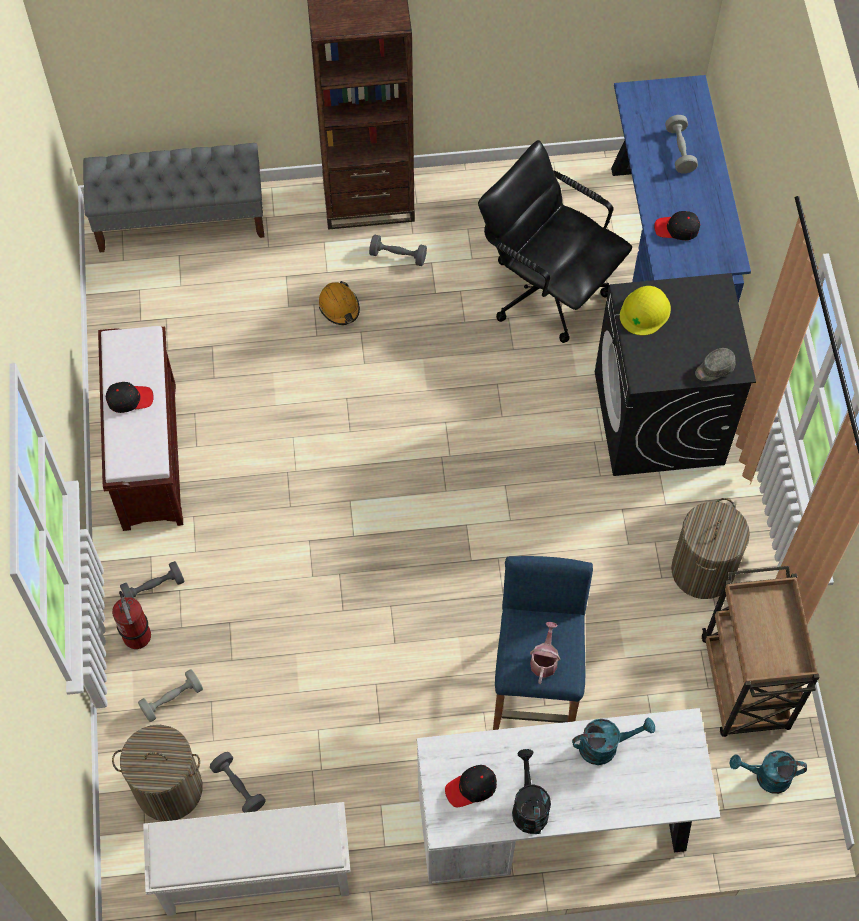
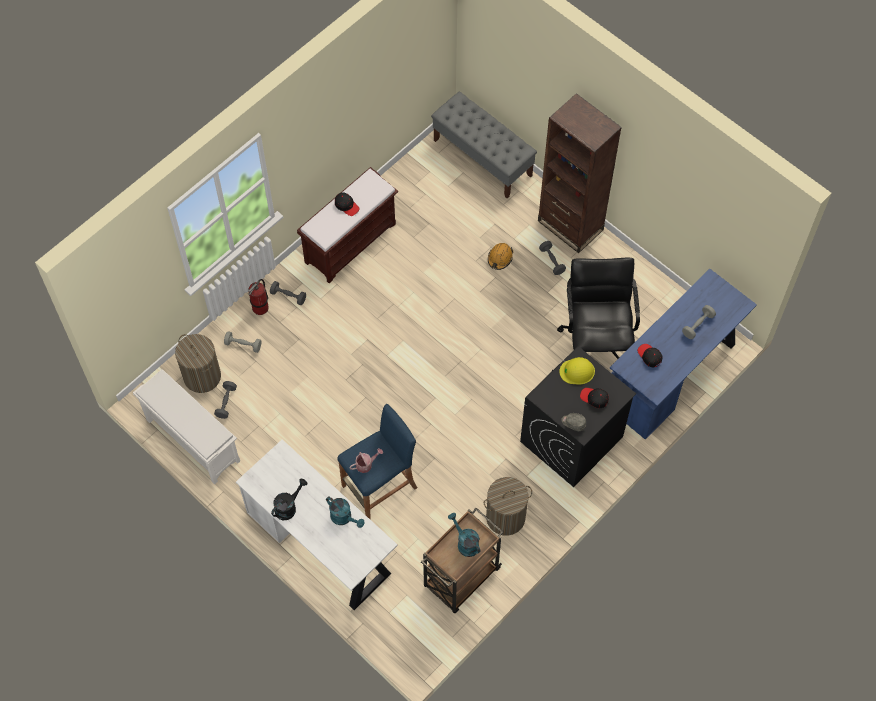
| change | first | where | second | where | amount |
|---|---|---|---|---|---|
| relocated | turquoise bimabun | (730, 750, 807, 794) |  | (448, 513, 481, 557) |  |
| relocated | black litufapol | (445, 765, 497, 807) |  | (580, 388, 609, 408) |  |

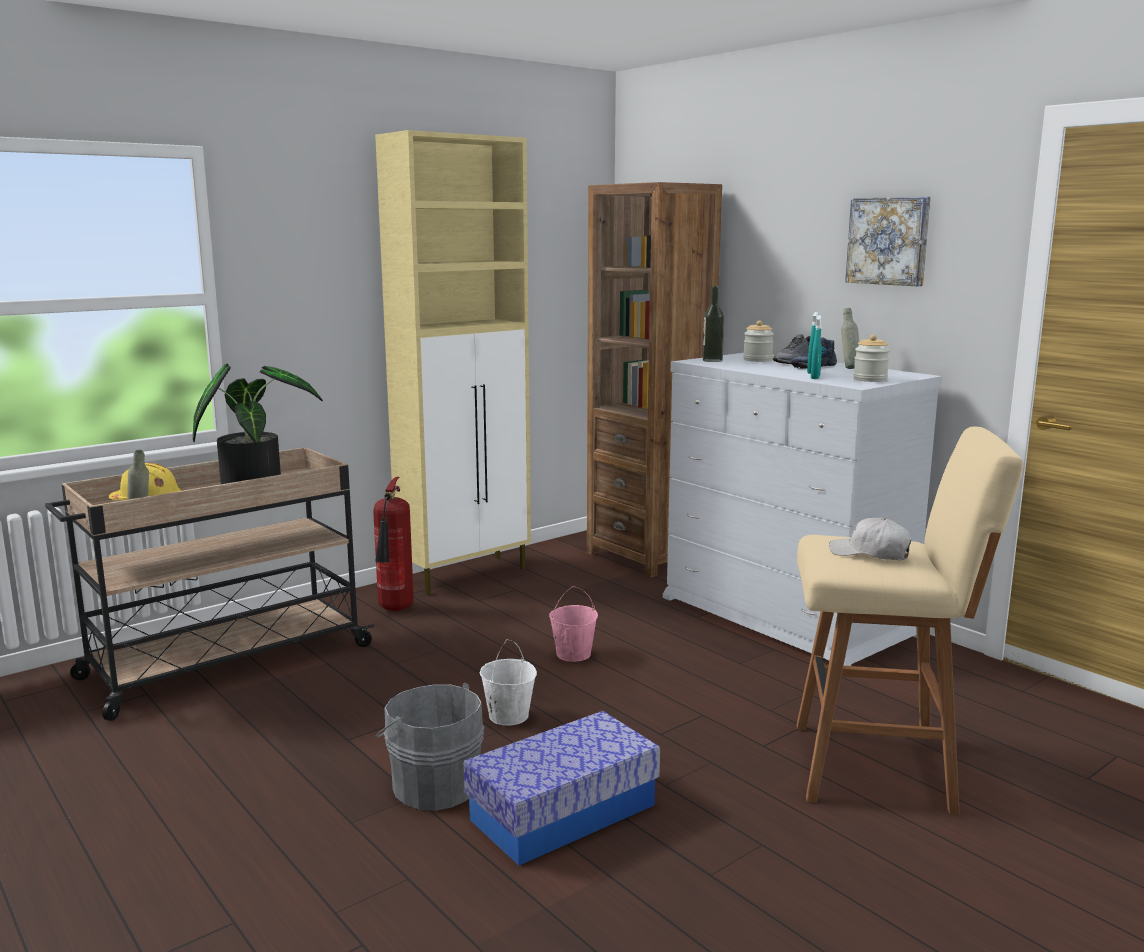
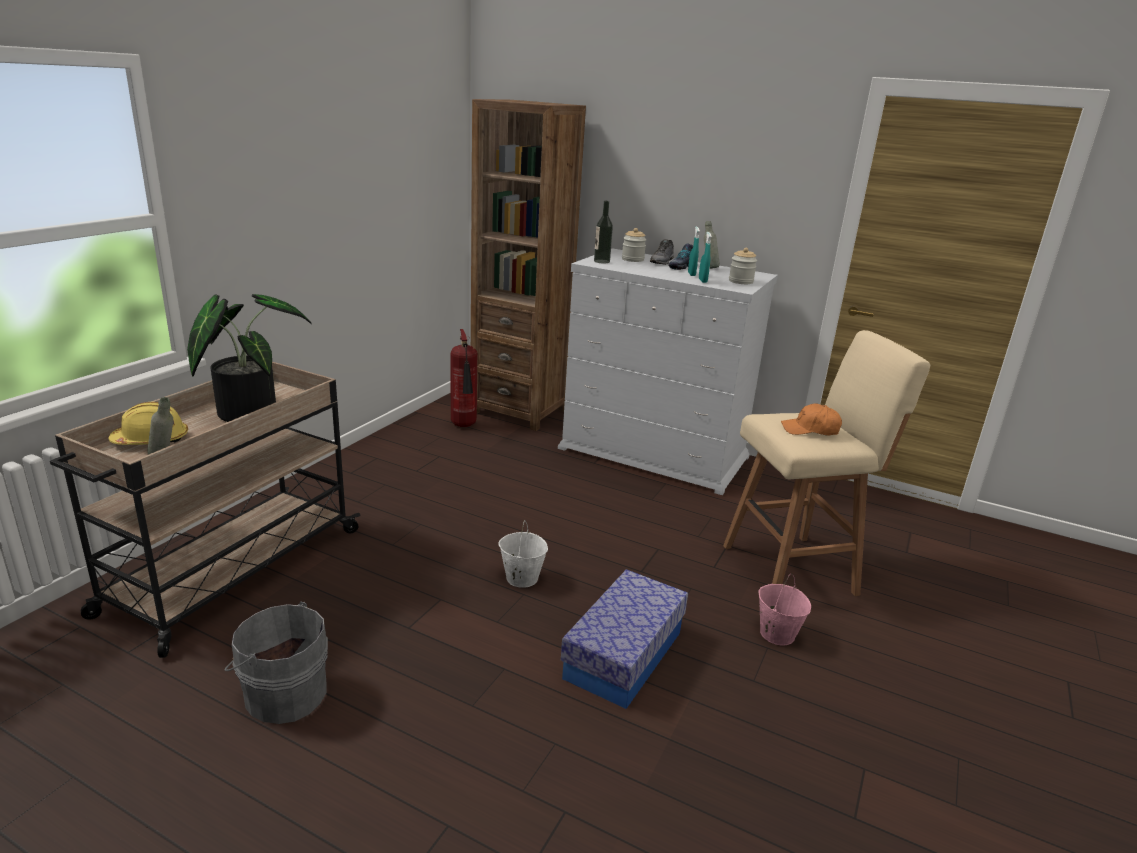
| change | first | where | second | where | amount |
|---|---|---|---|---|---|
| relocated | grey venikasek | (376, 683, 485, 811) |  | (225, 602, 328, 724) |  |
| relocated | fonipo | (373, 477, 414, 611) |  | (450, 329, 477, 427) |  |
| relocated | pink venikasek | (549, 586, 598, 662) |  | (758, 574, 811, 645) |  |
| colour | white litufapol | (829, 517, 912, 560) | orange litufapol | (781, 403, 842, 436) |  |
| missing | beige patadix | (375, 130, 531, 595) |  |  |  |
| missing | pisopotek | (845, 197, 931, 286) |  |  |  |

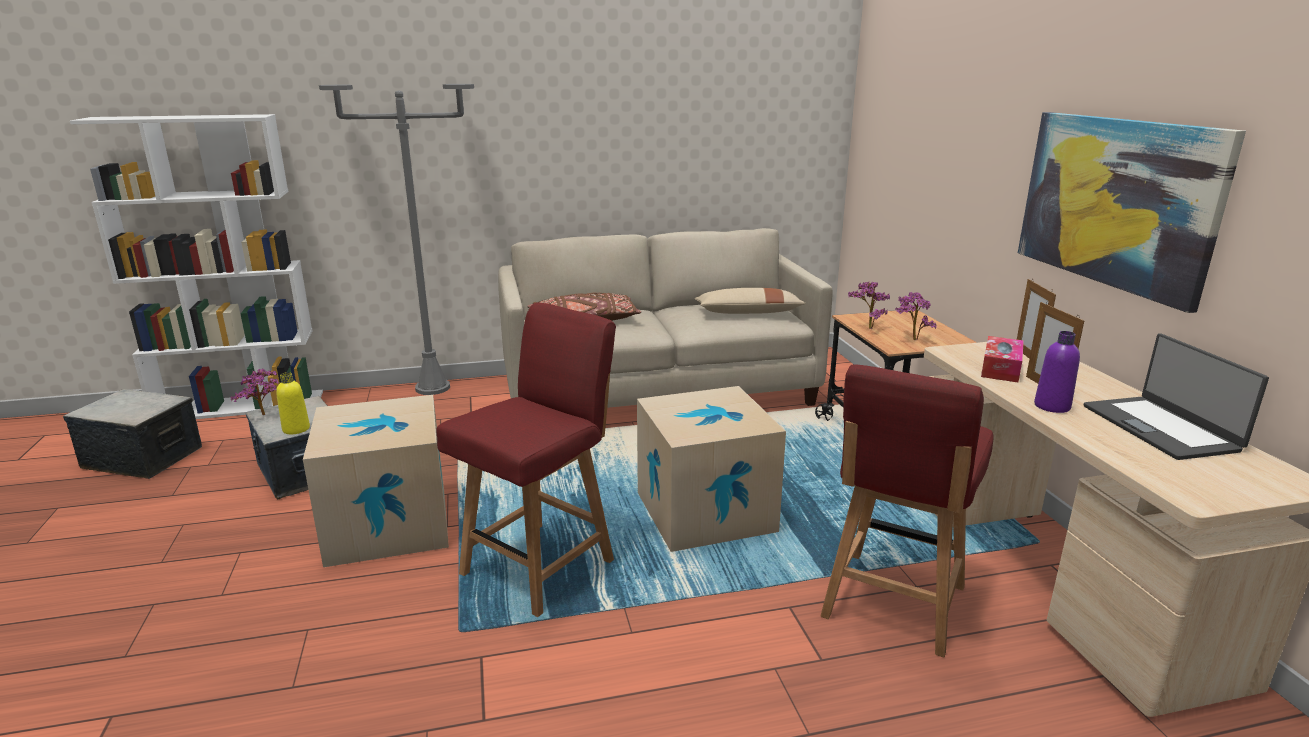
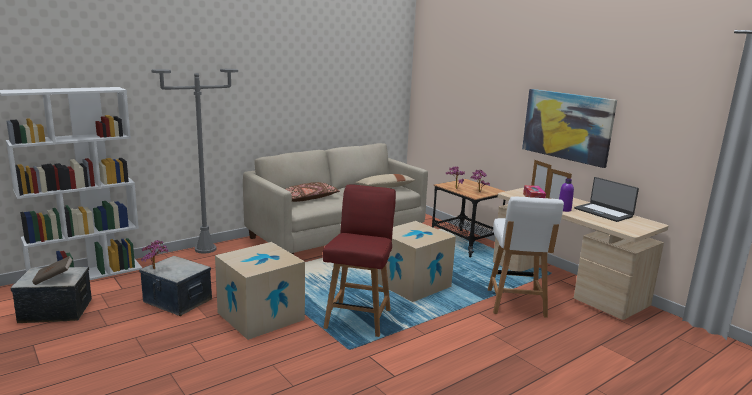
| change | first | where | second | where | amount |
|---|---|---|---|---|---|
| appeared |  |  | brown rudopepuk | (32, 256, 73, 285) |  |
| colour | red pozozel | (820, 364, 994, 657) | white pozozel | (488, 197, 564, 318) |  |
| missing | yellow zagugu | (276, 372, 310, 434) |  |  |  |

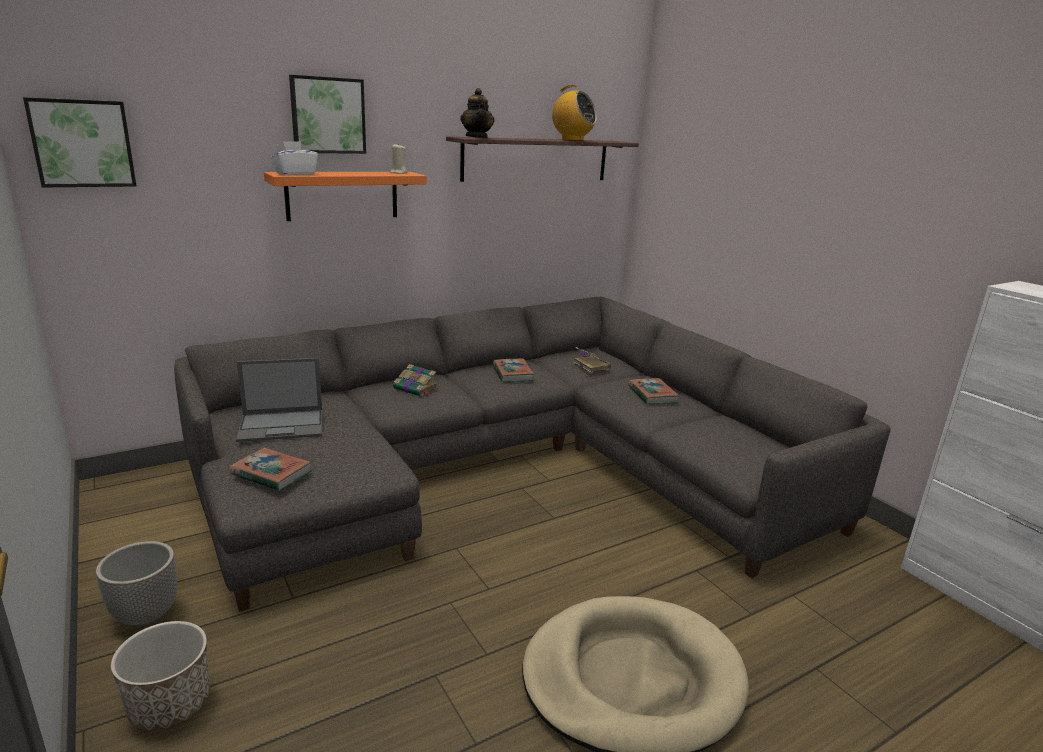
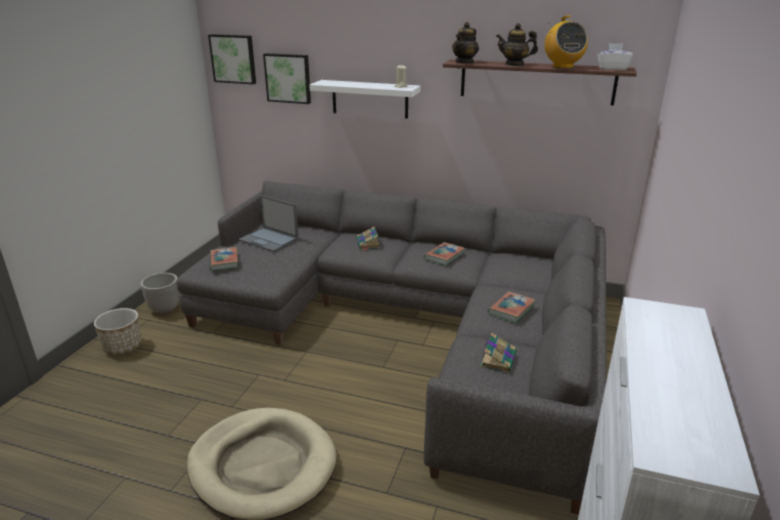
| change | first | where | second | where | amount |
|---|---|---|---|---|---|
| relocated | pisopotek | (289, 75, 366, 154) |  | (263, 53, 311, 104) |  |
| colour | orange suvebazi | (264, 172, 427, 221) | white suvebazi | (309, 80, 420, 119) |  |
| relocated | rudopepuk | (573, 347, 611, 373) |  | (480, 333, 516, 373) |  |
| appeared |  |  | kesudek | (496, 23, 538, 66) |  |
| relocated | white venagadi | (271, 141, 318, 175) |  | (597, 43, 633, 70) |  |

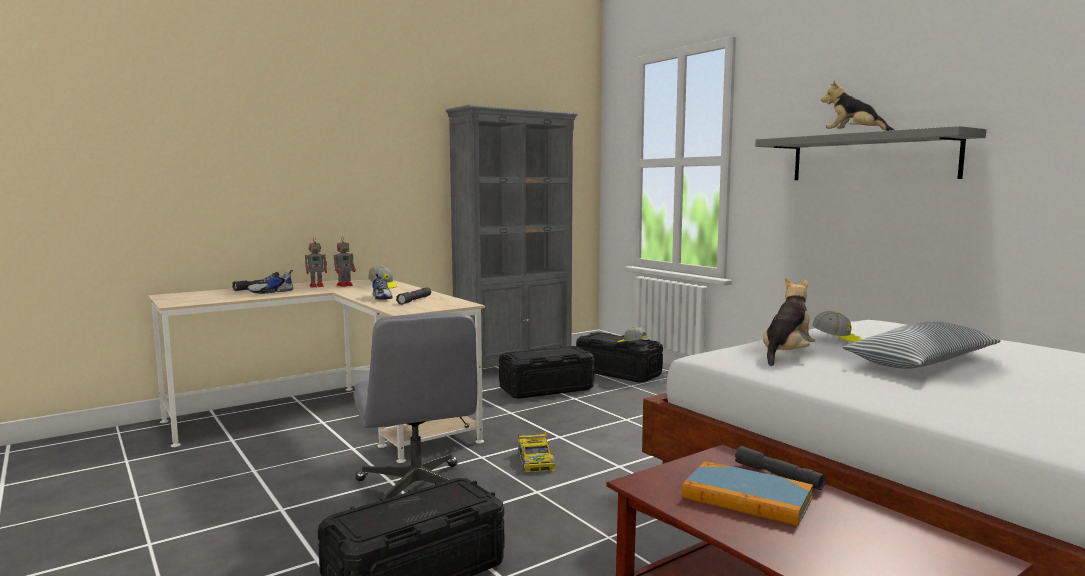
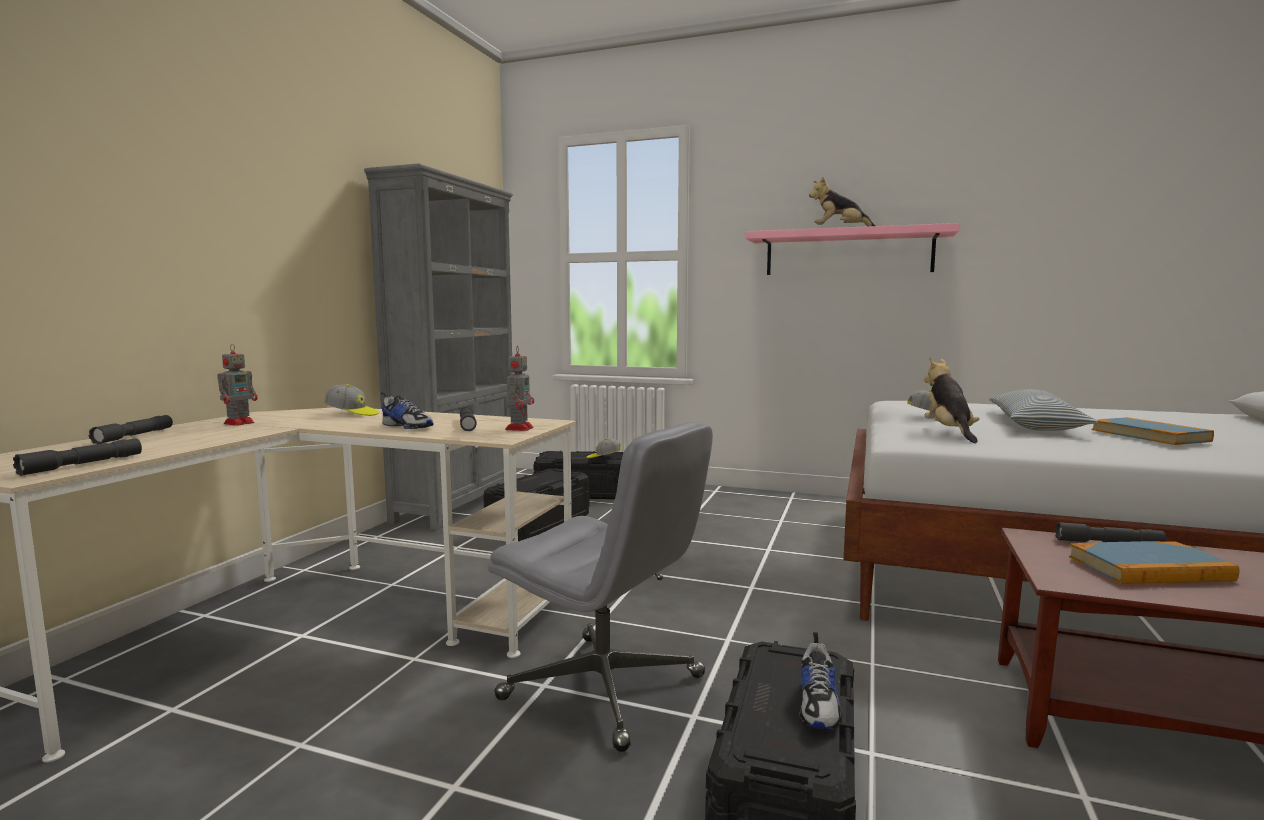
| change | first | where | second | where | amount |
|---|---|---|---|---|---|
| appeared |  |  | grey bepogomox | (13, 438, 142, 476) |  |
| relocated | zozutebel | (334, 237, 356, 287) |  | (505, 346, 534, 431) |  |
| colour | grey suvebazi | (755, 126, 986, 180) | pink suvebazi | (746, 223, 960, 275) |  |
| relocated | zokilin | (247, 270, 293, 294) |  | (799, 632, 843, 730) |  |
| appeared |  |  | rudopepuk | (1092, 417, 1214, 445) |  |
| missing | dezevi | (518, 432, 555, 472) |  |  |  |

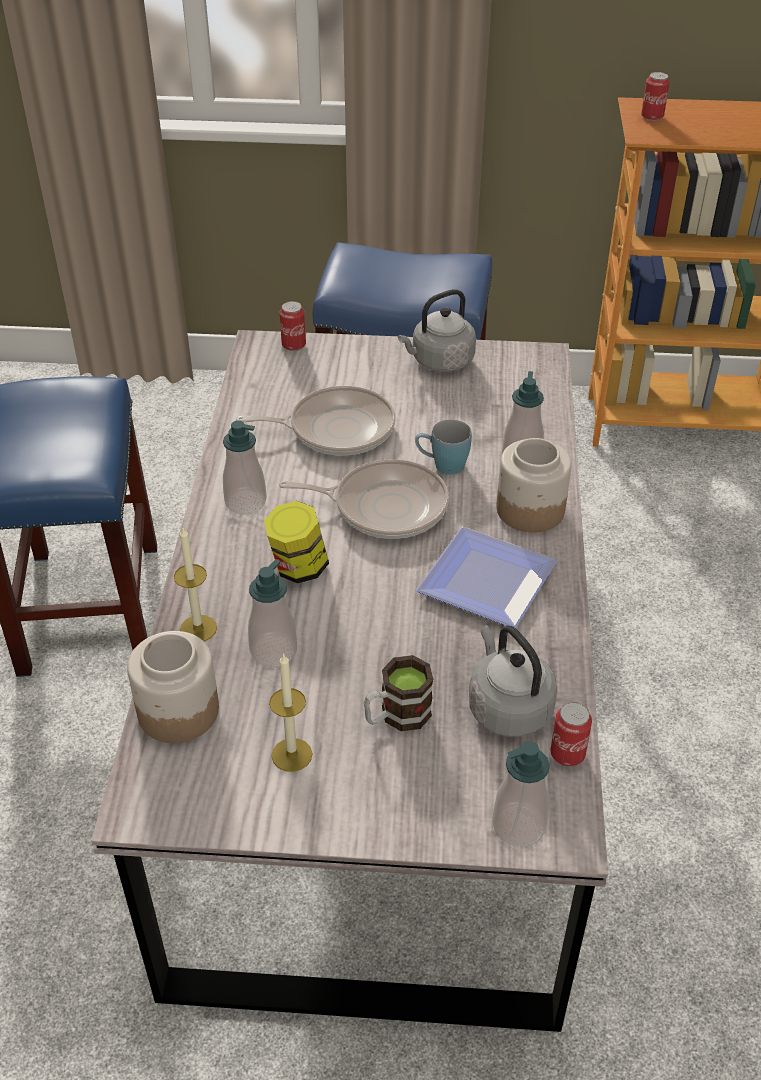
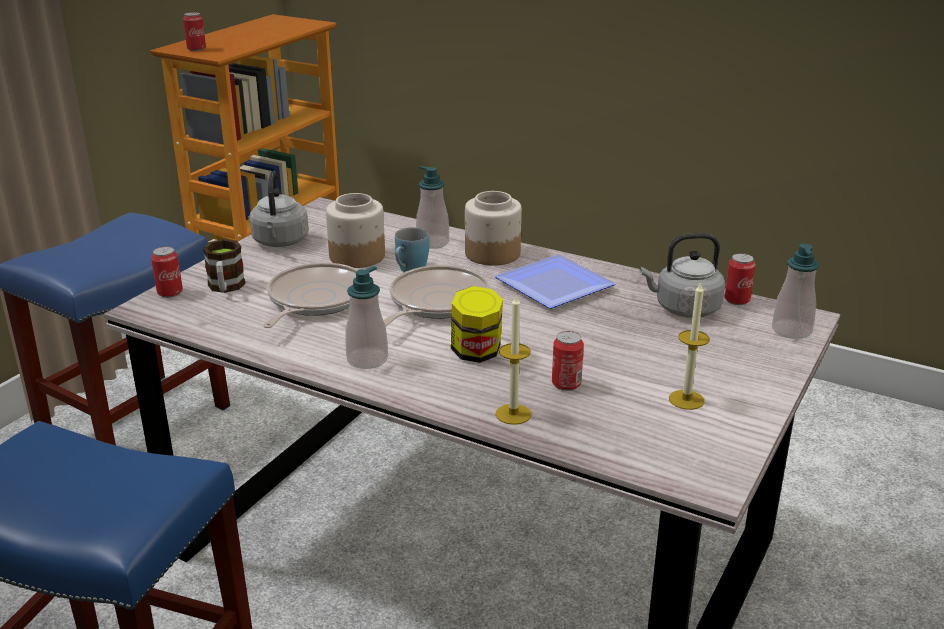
| change | first | where | second | where | amount |
|---|---|---|---|---|---|
| relocated | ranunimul | (364, 655, 433, 731) |  | (203, 239, 246, 293) |  |
| relocated | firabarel | (127, 631, 219, 743) |  | (326, 193, 385, 268) |  |
| exchanged | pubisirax | (248, 559, 297, 667) | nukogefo | (552, 331, 584, 391) |  |

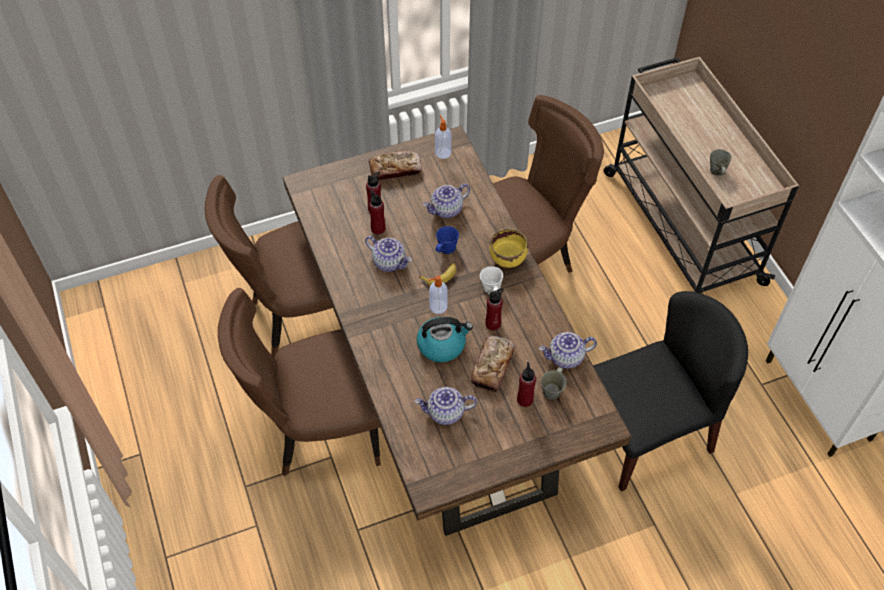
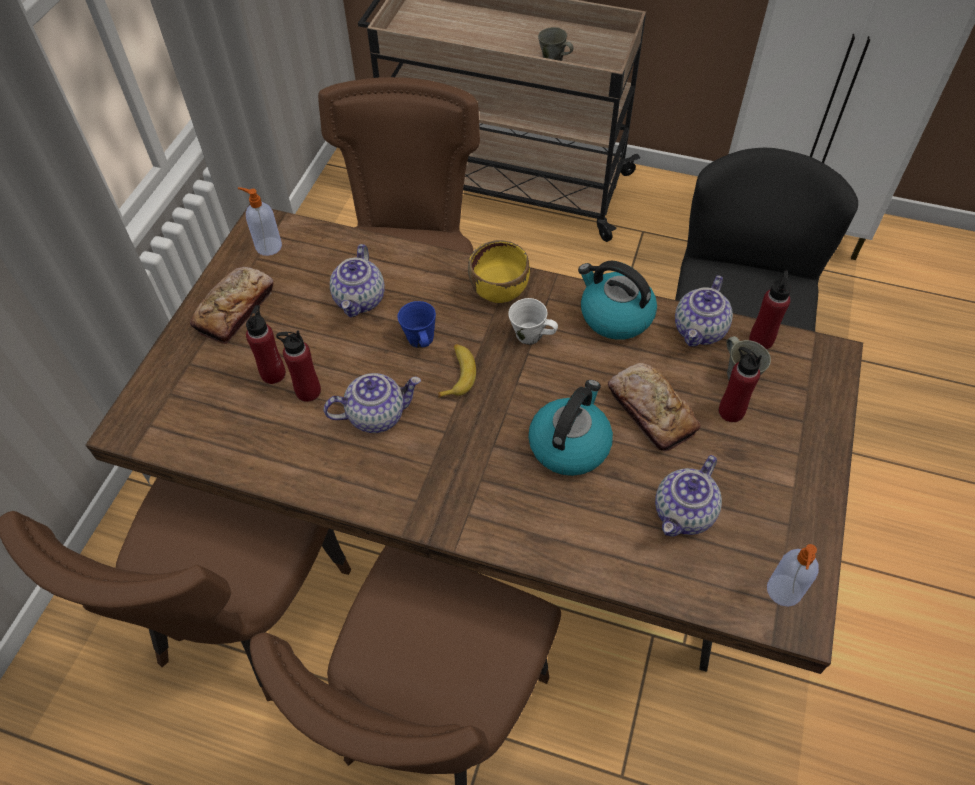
| change | first | where | second | where | amount |
|---|---|---|---|---|---|
| appeared |  |  | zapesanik | (578, 261, 657, 340) |  |
| relocated | red zagugu | (485, 288, 503, 331) |  | (749, 270, 791, 349) |  |
| relocated | pubisirax | (428, 275, 448, 314) |  | (767, 544, 819, 607) |  |

